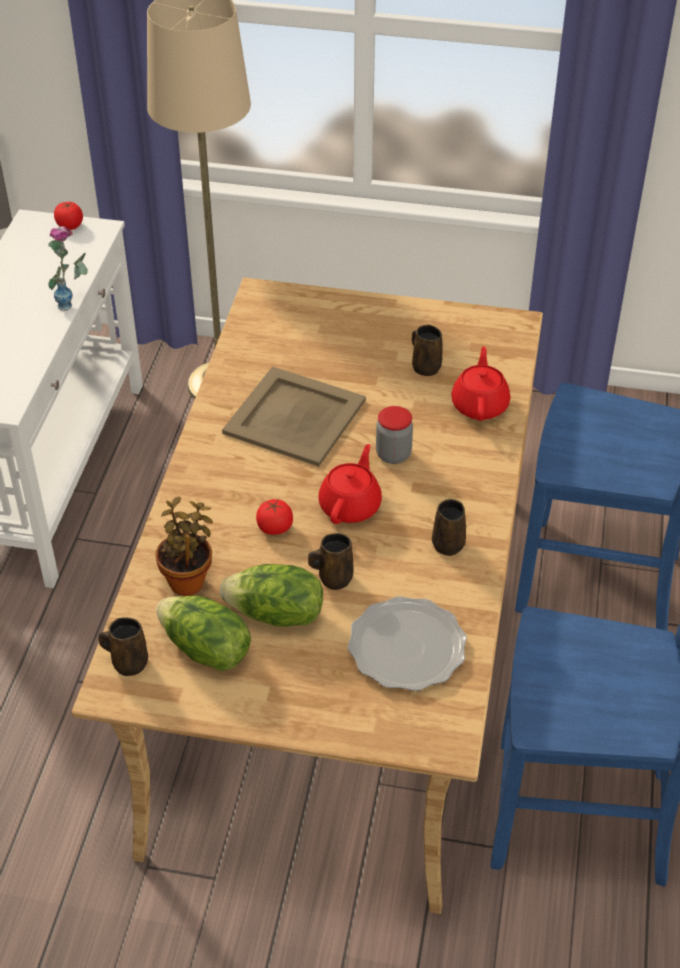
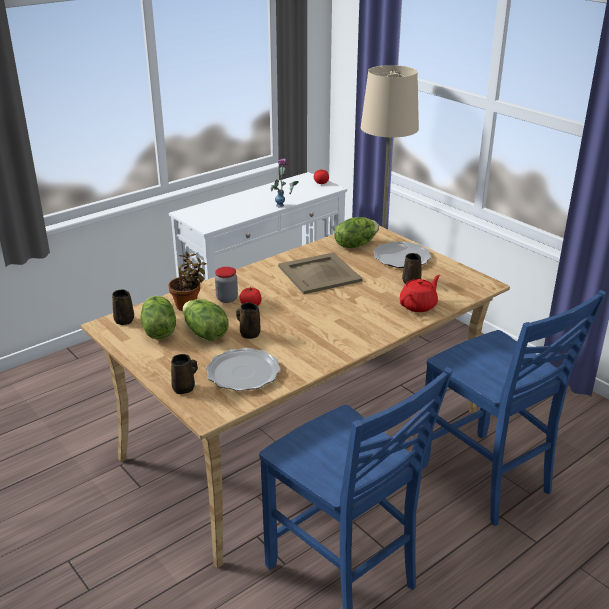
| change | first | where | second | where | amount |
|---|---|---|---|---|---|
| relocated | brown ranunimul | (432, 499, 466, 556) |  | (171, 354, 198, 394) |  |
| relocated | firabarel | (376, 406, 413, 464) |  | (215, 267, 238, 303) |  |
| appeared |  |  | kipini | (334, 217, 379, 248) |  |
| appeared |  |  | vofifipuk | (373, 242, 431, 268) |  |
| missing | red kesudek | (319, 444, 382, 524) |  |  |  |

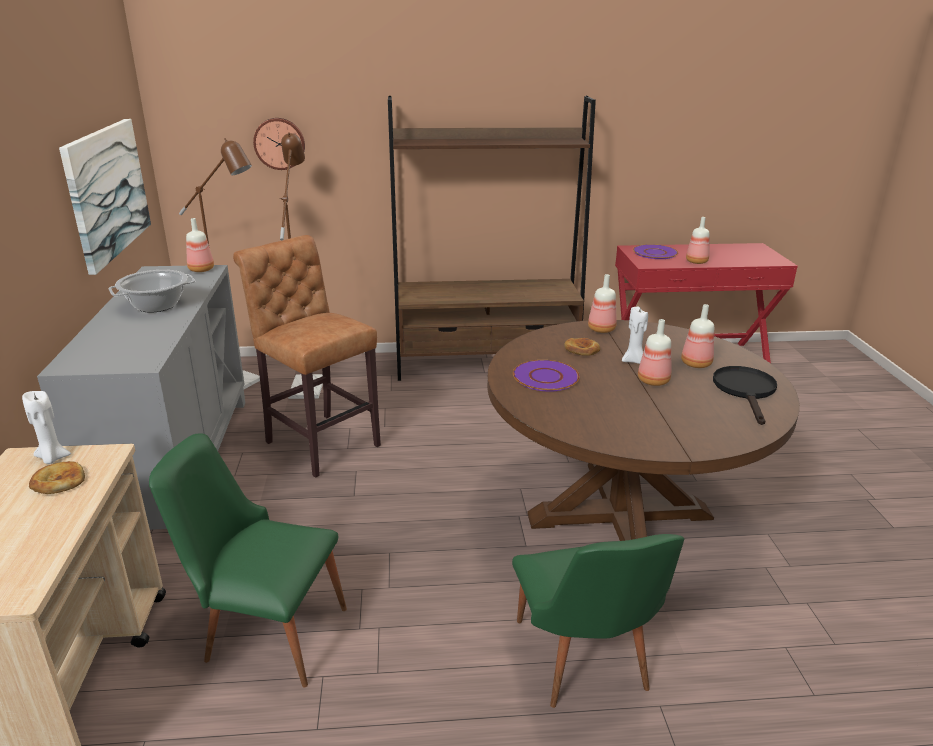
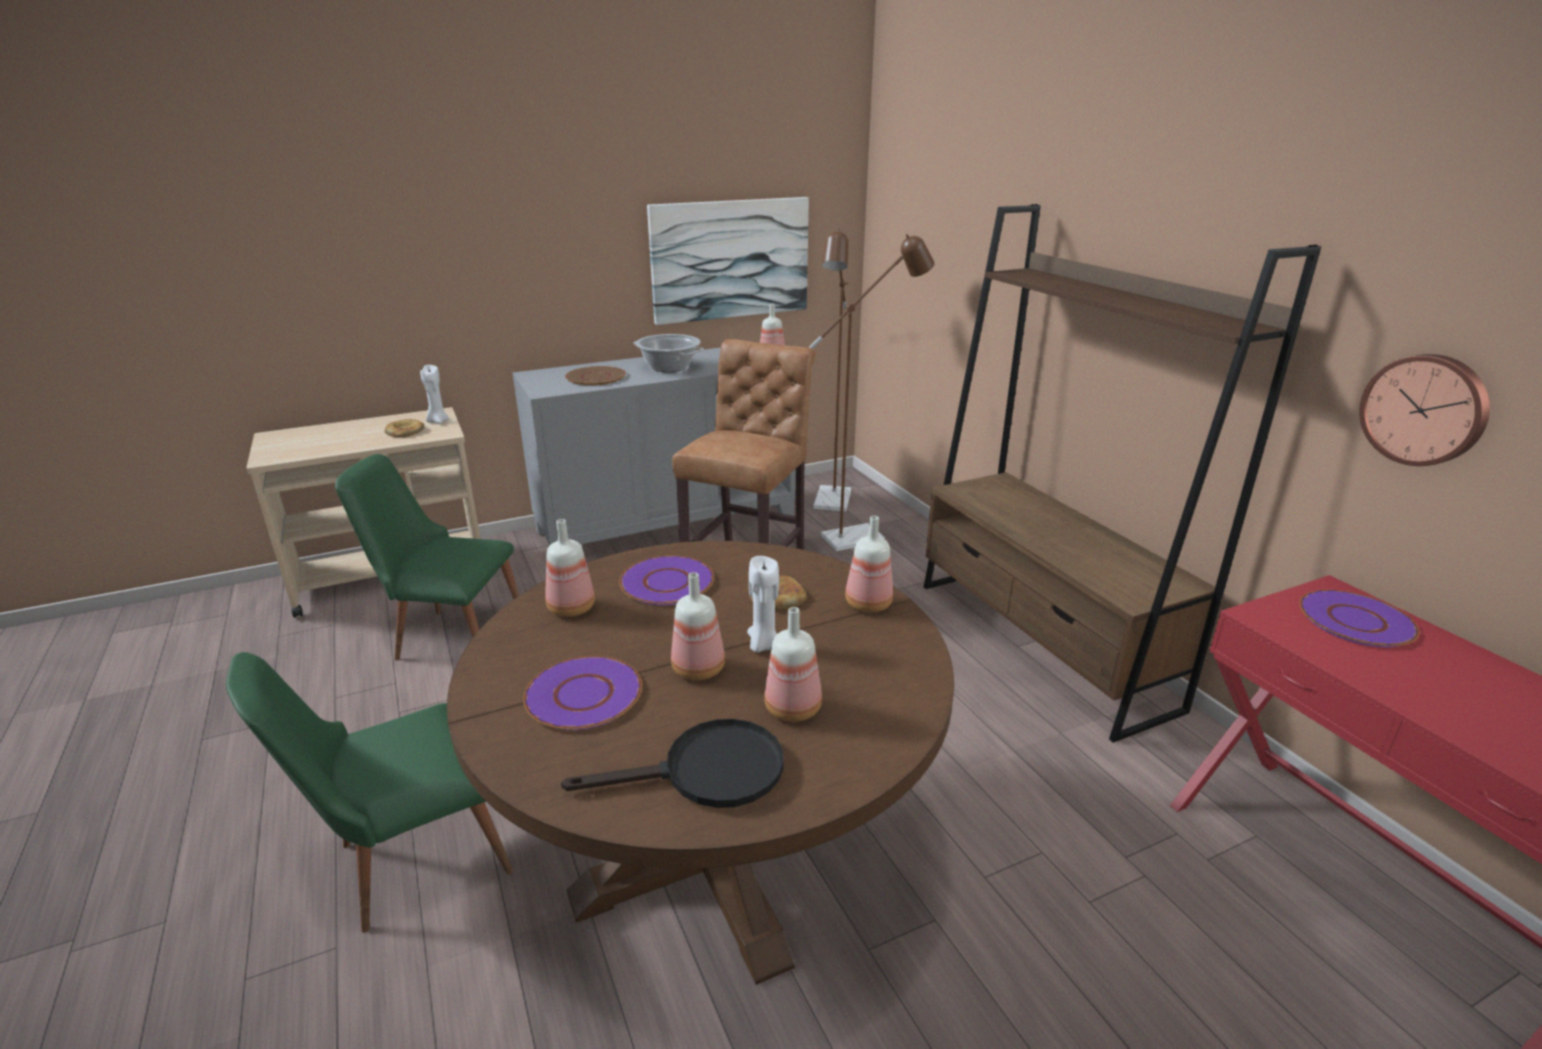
| change | first | where | second | where | amount |
|---|---|---|---|---|---|
| spun | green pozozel | (149, 433, 347, 687) |  | (335, 454, 519, 661) | 75 degrees counterclockwise |
| appeared |  |  | purple vofifipuk | (523, 656, 642, 730) |  |
| relocated | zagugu | (686, 217, 709, 264) |  | (545, 519, 595, 617) |  |
| appeared |  |  | brown vofifipuk | (565, 366, 626, 386) |  |
| relocated | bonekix | (253, 118, 305, 170) |  | (1359, 354, 1490, 466) |  |

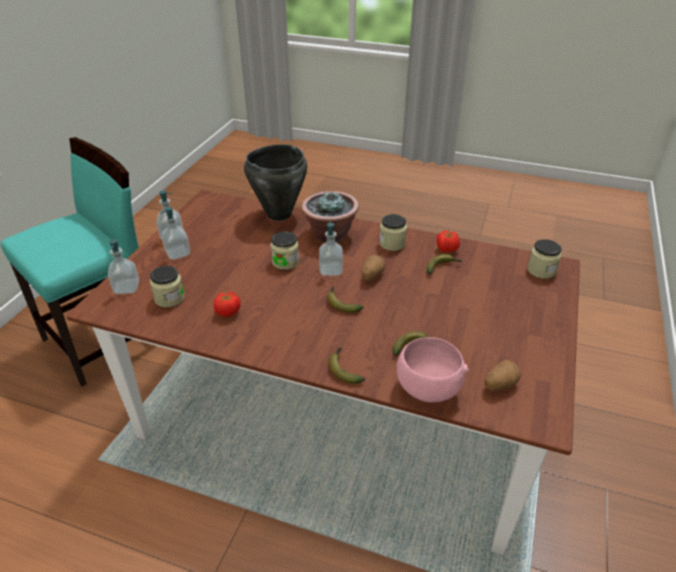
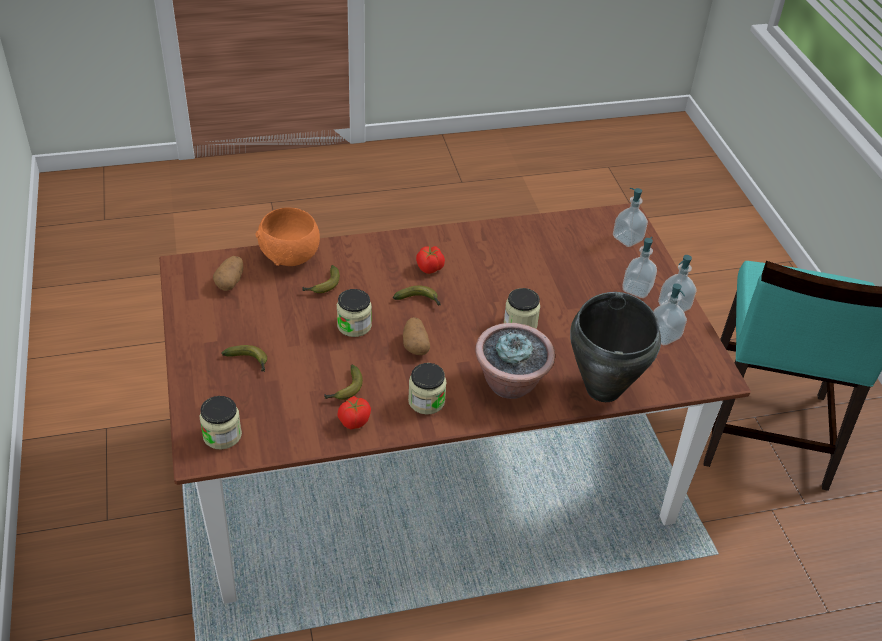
| change | first | where | second | where | amount |
|---|---|---|---|---|---|
| relocated | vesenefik | (329, 348, 365, 384) |  | (221, 345, 267, 372) |  |
| colour | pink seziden | (397, 337, 469, 403) | orange seziden | (256, 208, 320, 266) |  |
| relocated | firabarel | (150, 266, 185, 307) |  | (337, 289, 372, 337) |  |
| relocated | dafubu | (214, 292, 241, 317) |  | (416, 246, 445, 274) |  |
| relocated | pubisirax | (319, 222, 343, 276) |  | (653, 283, 687, 345) |  |

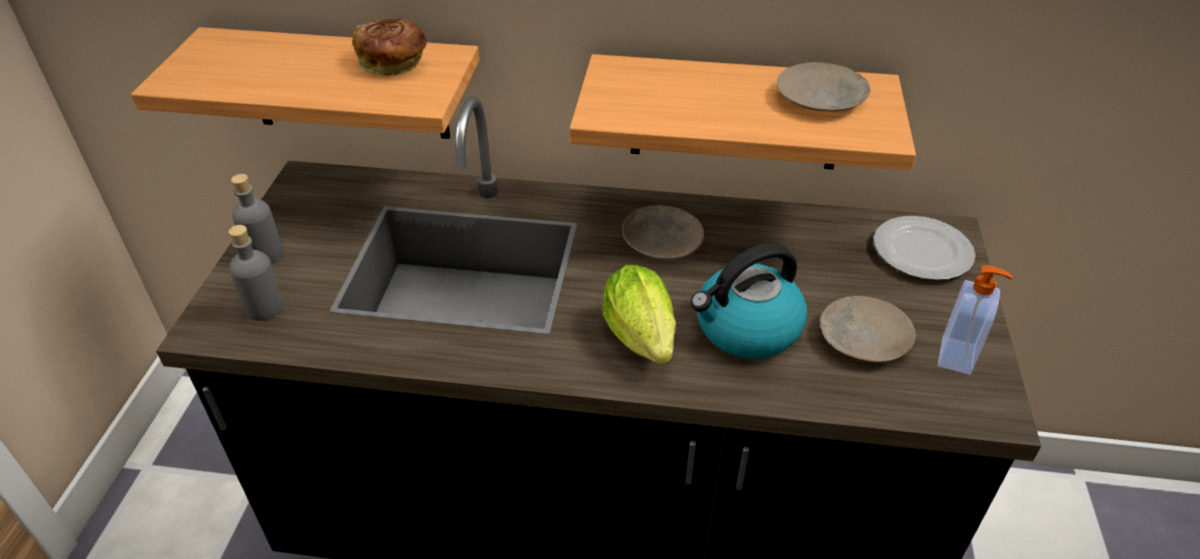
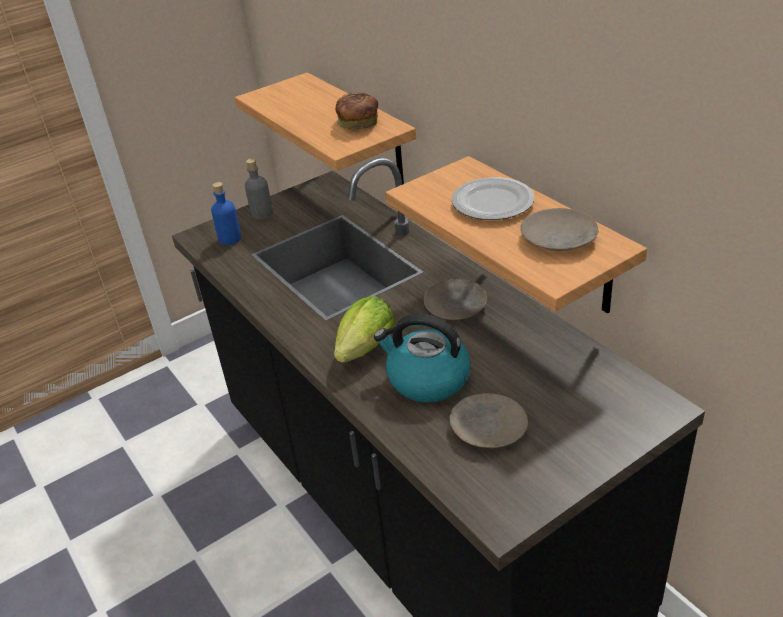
| change | first | where | second | where | amount |
|---|---|---|---|---|---|
| colour | grey zagugu | (229, 225, 284, 321) | blue zagugu | (211, 182, 241, 245) |  |
| relocated | vofifipuk | (874, 216, 975, 280) |  | (451, 177, 534, 220) |  |
| missing | pubisirax | (938, 265, 1013, 375) |  |  |  |

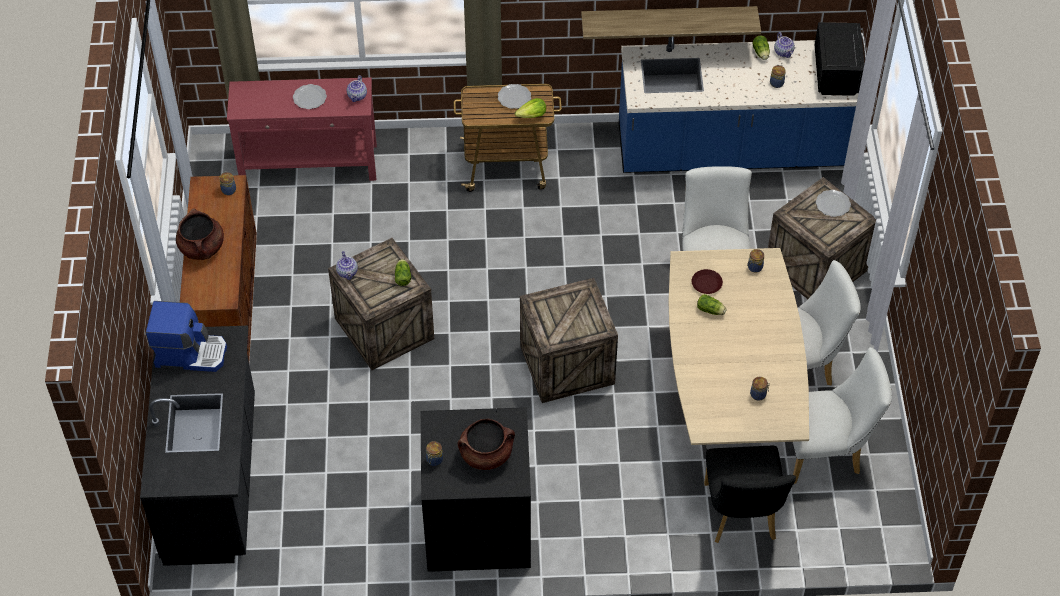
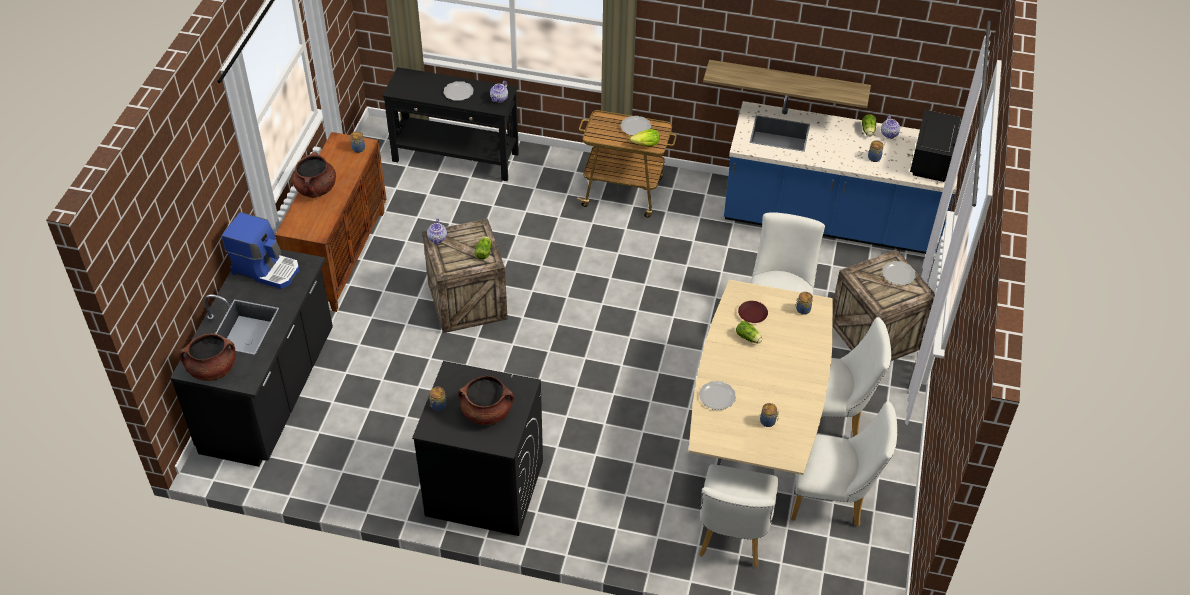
| change | first | where | second | where | amount |
|---|---|---|---|---|---|
| appeared |  |  | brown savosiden | (179, 333, 236, 381) |  |
| colour | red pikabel | (227, 77, 377, 181) | black pikabel | (382, 67, 519, 181) |  |
| appeared |  |  | vofifipuk | (699, 381, 736, 410) |  |
| colour | black pozozel | (704, 446, 796, 543) | white pozozel | (699, 464, 778, 567) |  |
| missing | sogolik | (520, 278, 618, 403) |  |  |  |

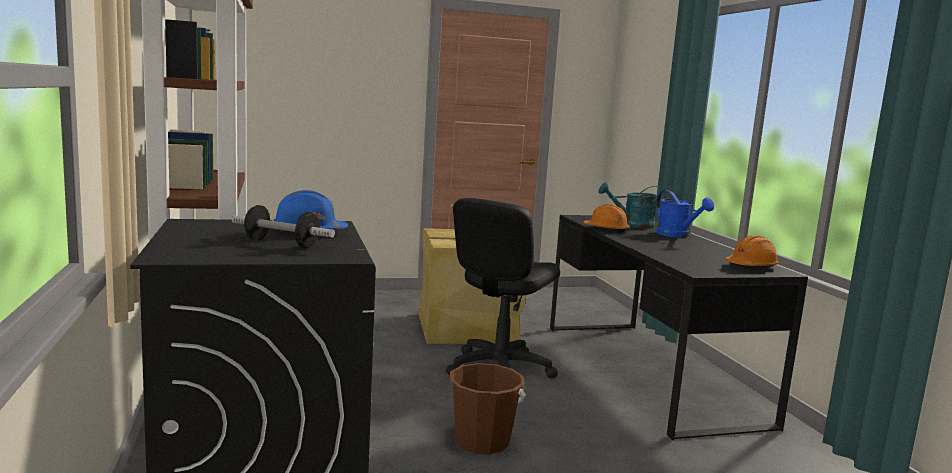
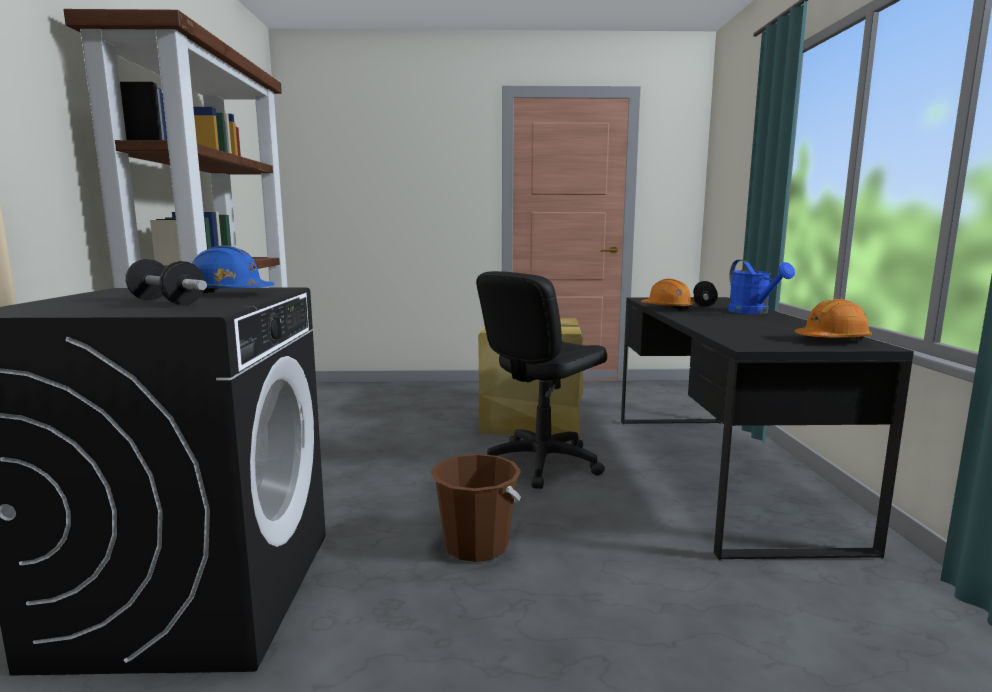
| change | first | where | second | where | amount |
|---|---|---|---|---|---|
| exchanged | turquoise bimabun | (598, 182, 666, 229) | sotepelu | (693, 281, 718, 307) |  |

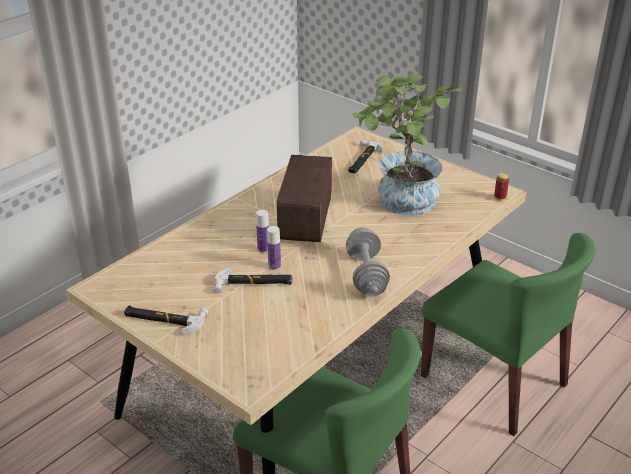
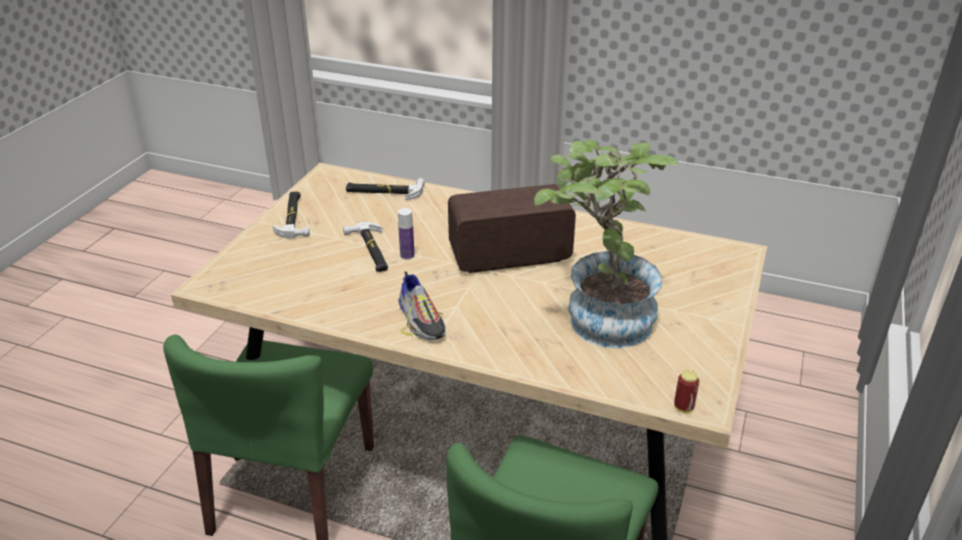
| change | first | where | second | where | amount |
|---|---|---|---|---|---|
| relocated | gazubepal | (348, 139, 383, 173) |  | (346, 178, 425, 201) |  |
| exchanged | grey sotepelu | (346, 227, 390, 297) | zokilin | (398, 271, 446, 340) |  |
| missing | zagugu | (256, 210, 269, 253) |  |  |  |

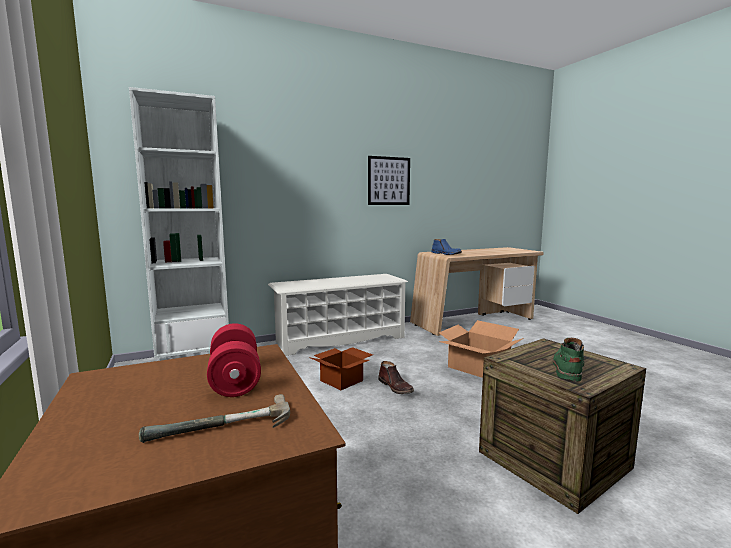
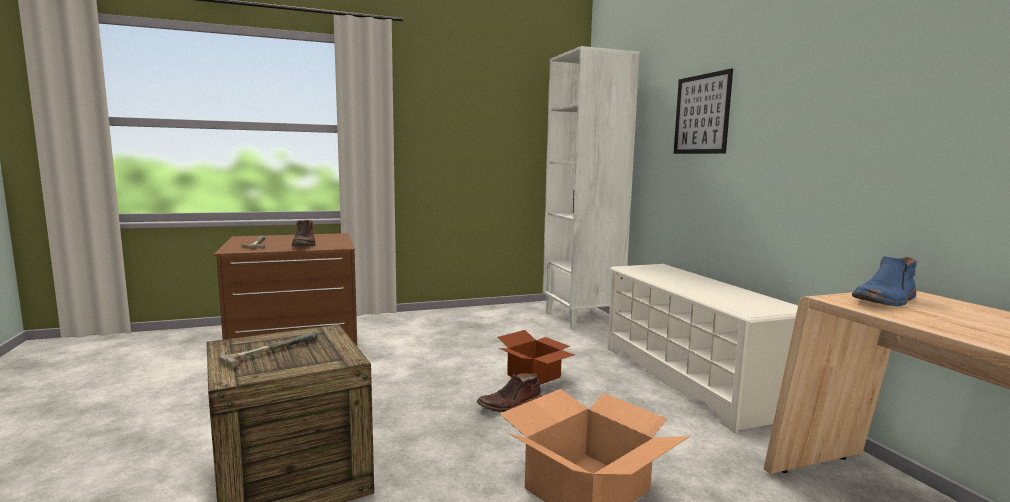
| change | first | where | second | where | amount |
|---|---|---|---|---|---|
| exchanged | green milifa | (553, 338, 584, 382) | gazubepal | (220, 332, 317, 368) |  |
| exchanged | red sotepelu | (207, 323, 261, 397) | brown milifa | (292, 220, 316, 247) |  |
| relocated | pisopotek | (368, 156, 410, 205) |  | (674, 69, 733, 154) |  |

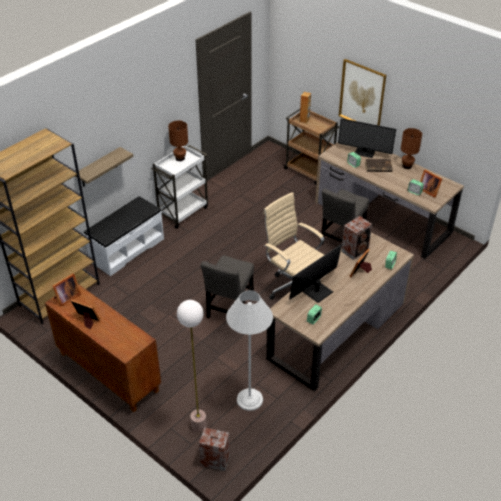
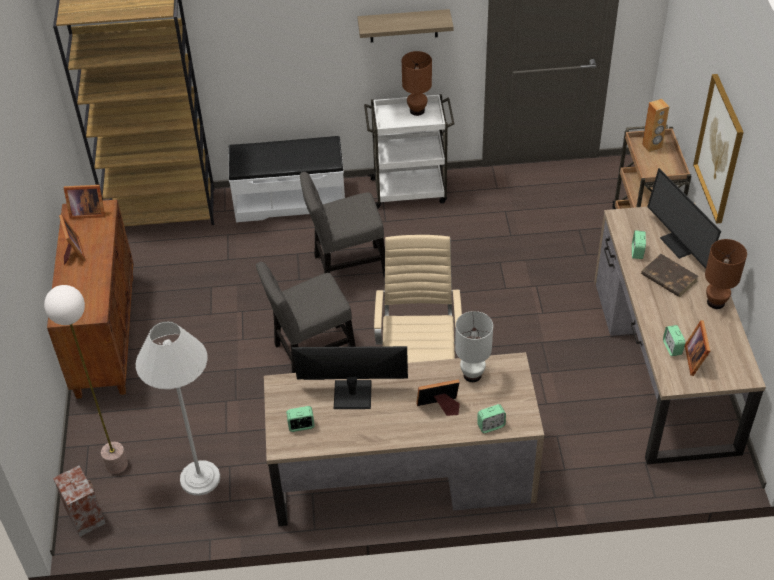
| change | first | where | second | where | amount |
|---|---|---|---|---|---|
| relocated | grey pozozel | (320, 189, 369, 245) |  | (300, 172, 385, 277) |  |
| relocated | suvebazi | (75, 147, 133, 187) |  | (358, 9, 454, 42) |  |
| exchanged | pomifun | (341, 216, 372, 260) | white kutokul | (455, 311, 493, 382) |  |

